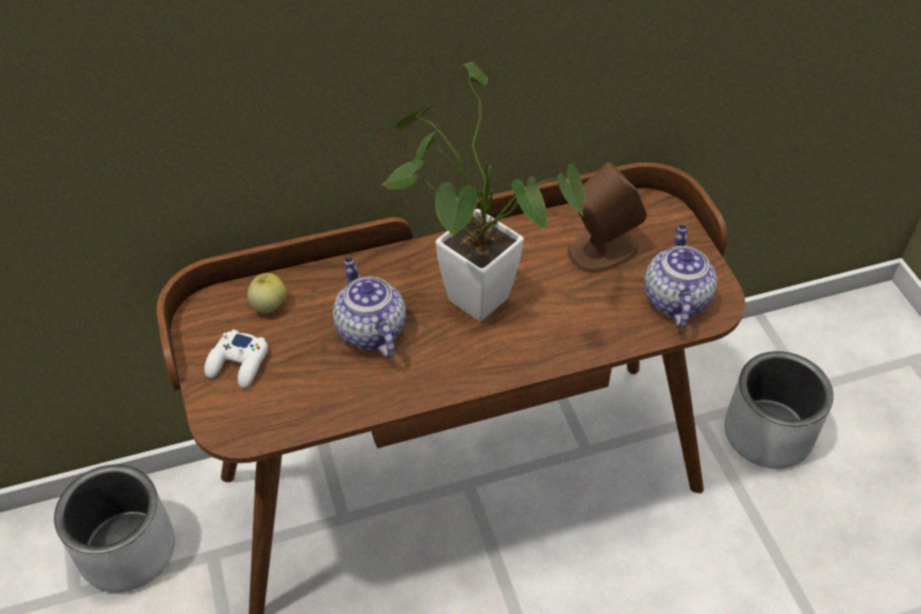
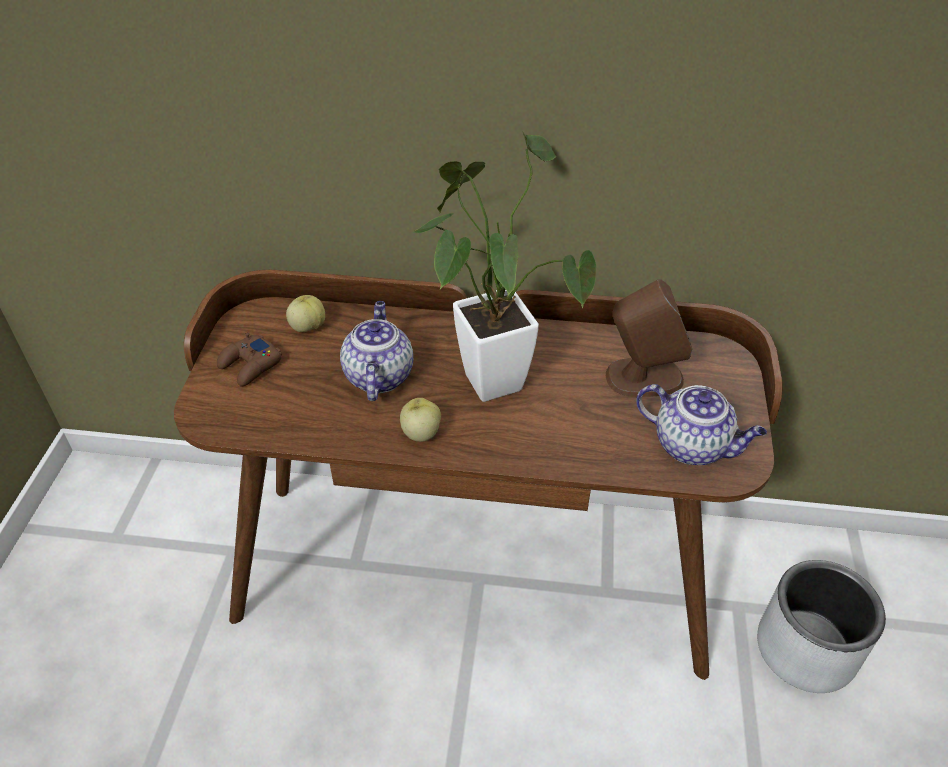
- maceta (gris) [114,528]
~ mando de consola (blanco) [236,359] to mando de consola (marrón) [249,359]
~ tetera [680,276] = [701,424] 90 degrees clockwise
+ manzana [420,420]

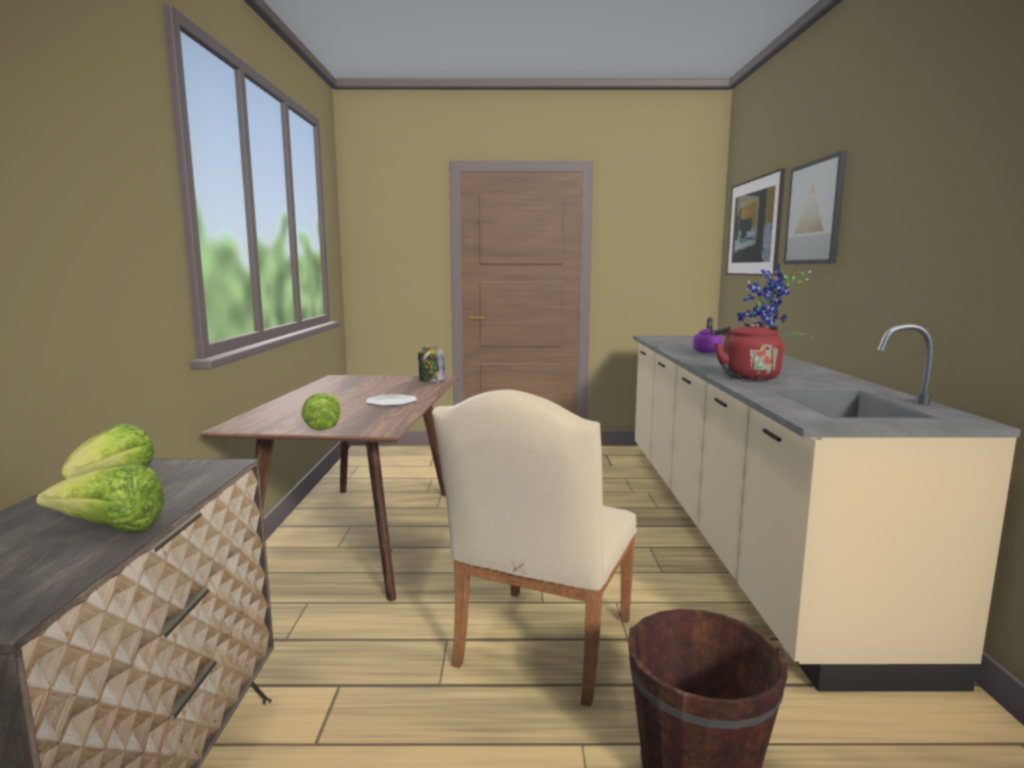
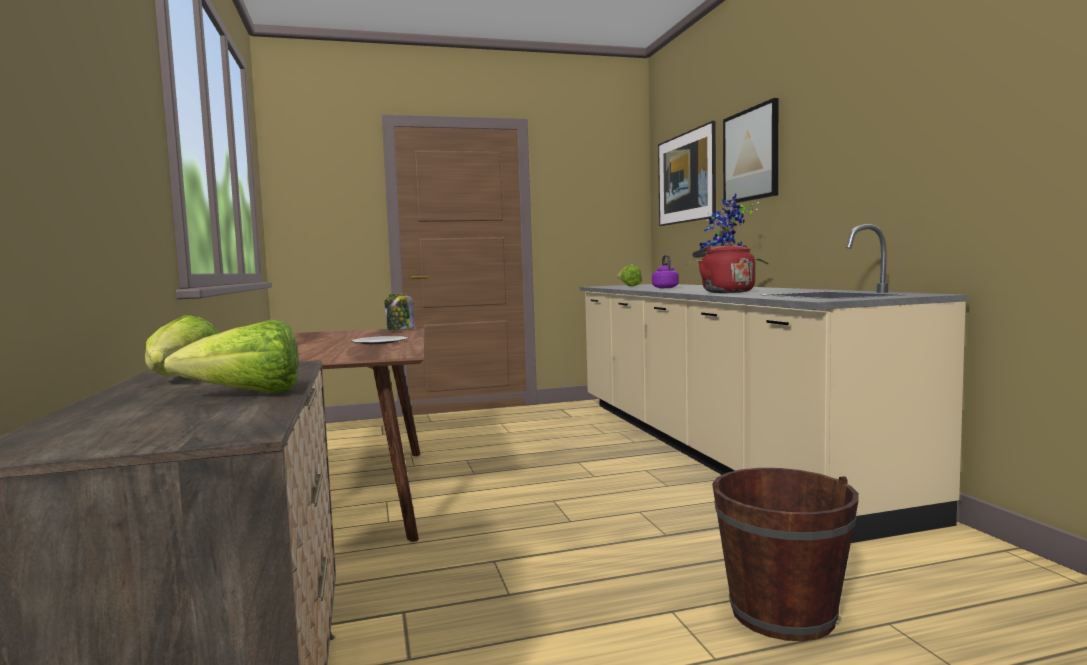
~ lechuga [321,411] to [629,275]
- silla (beis) [534,548]

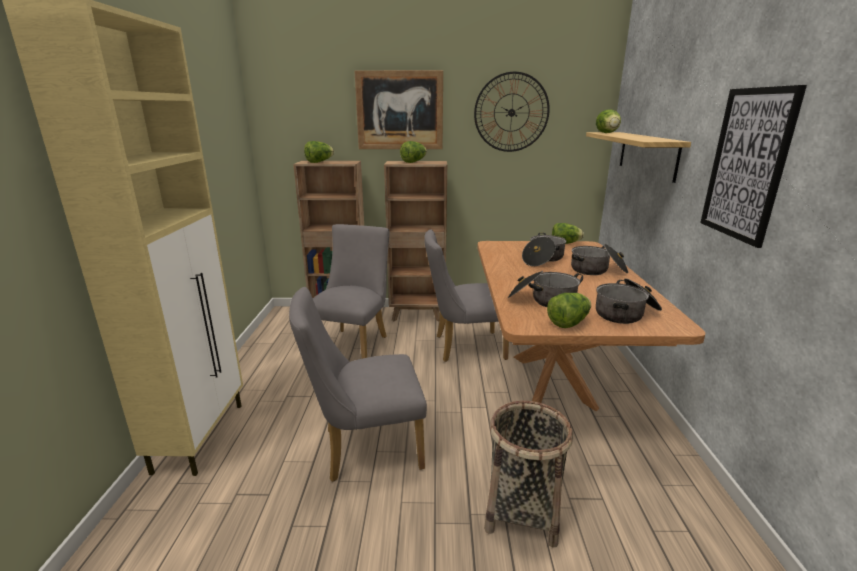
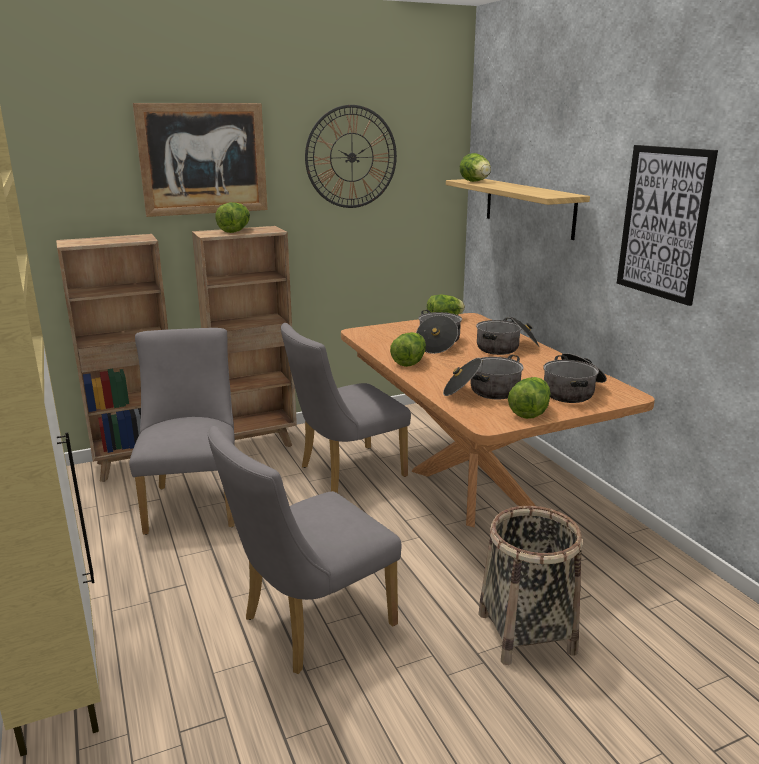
~ lechuga [319,152] to [408,349]

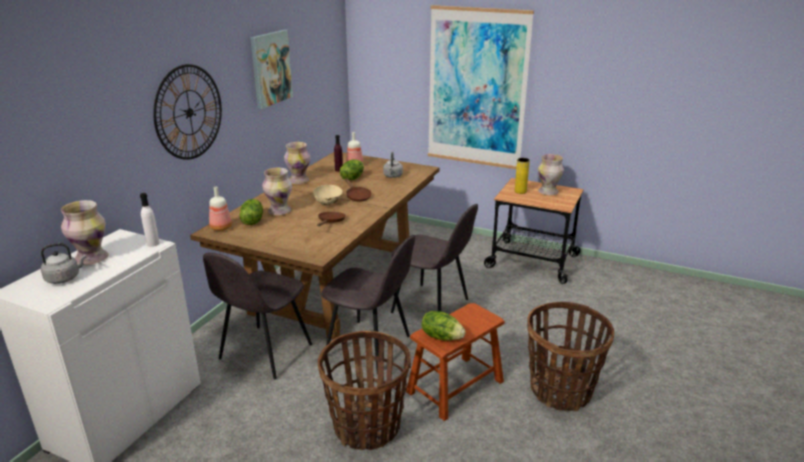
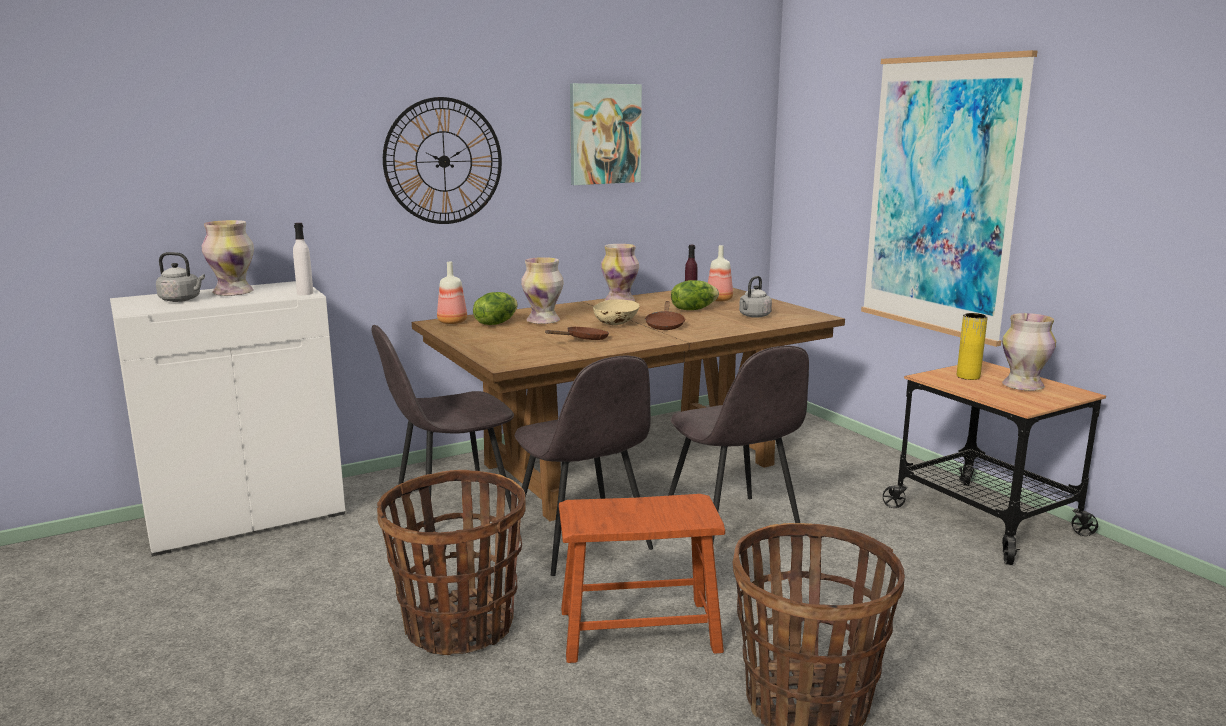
- lechuga [443,326]

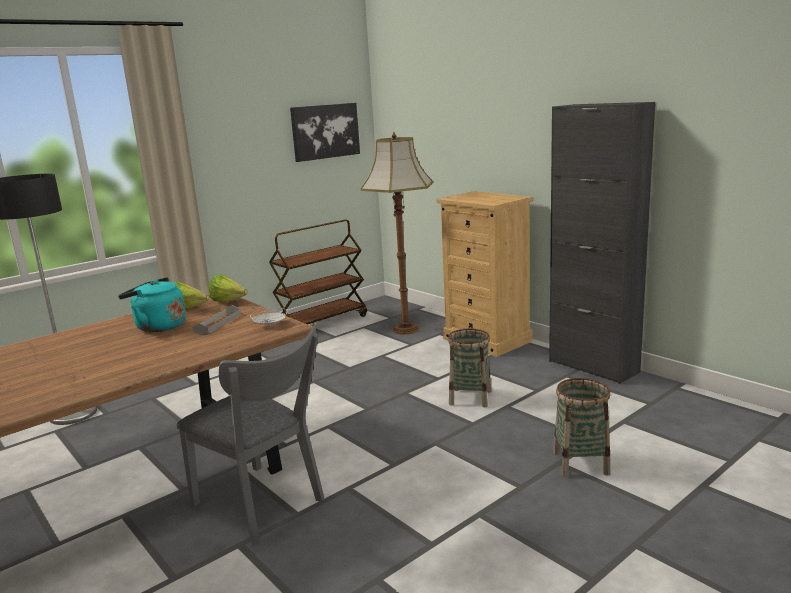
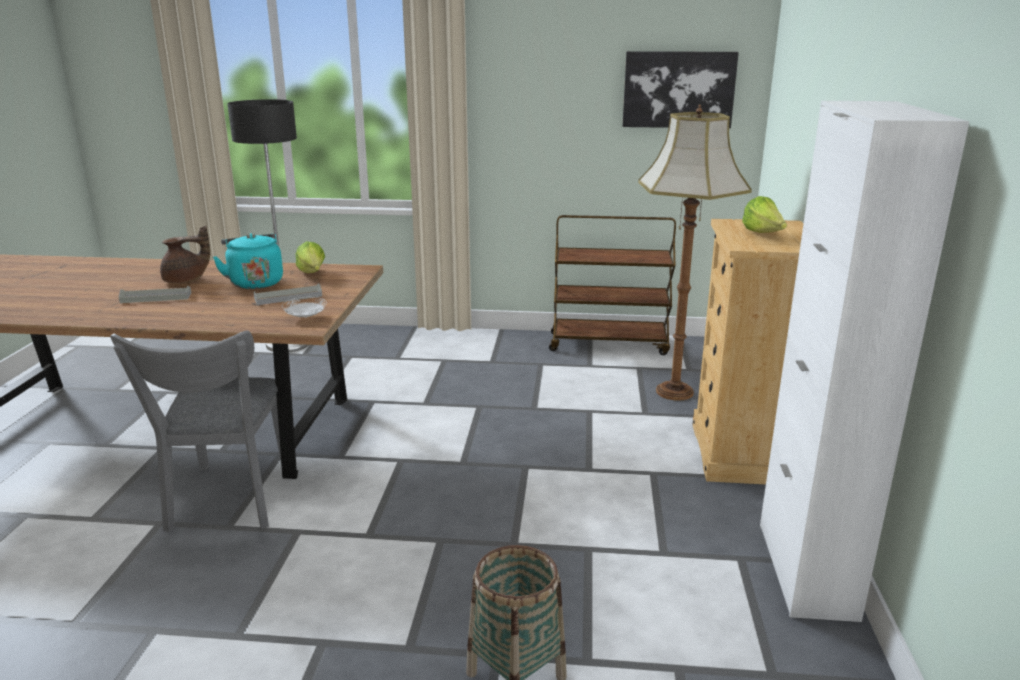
~ lechuga [228,288] to [764,214]
- cesta [469,367]
~ armario (negro) [602,243] to armario (blanco) [864,361]
+ bandeja (gris) [155,294]
+ tetera (marrón) [185,255]

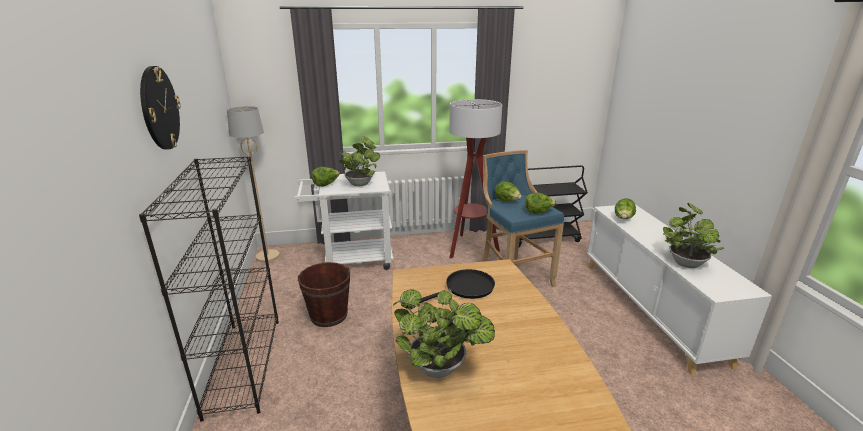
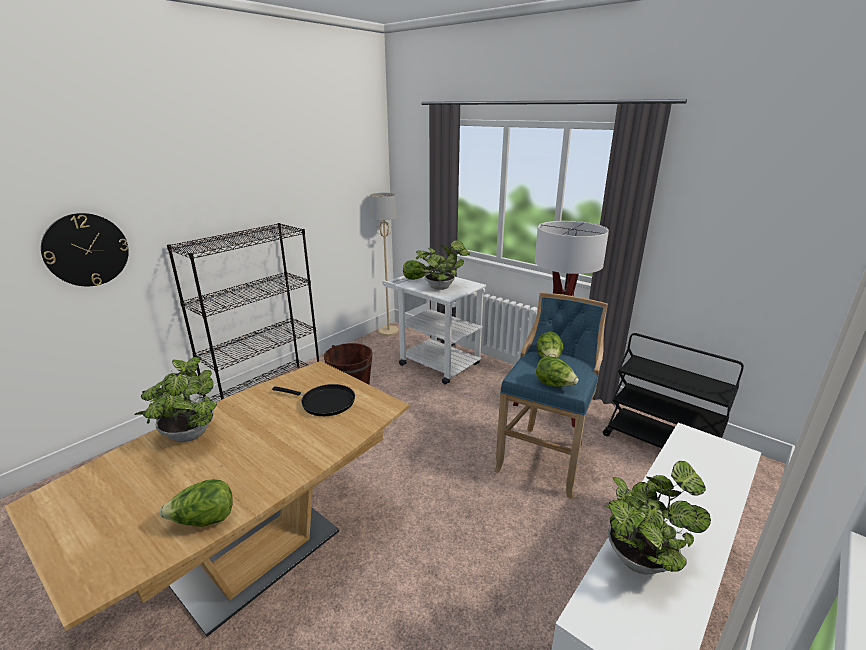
~ reloj de pared [160,108] to [85,249]
~ lechuga [625,208] to [196,503]

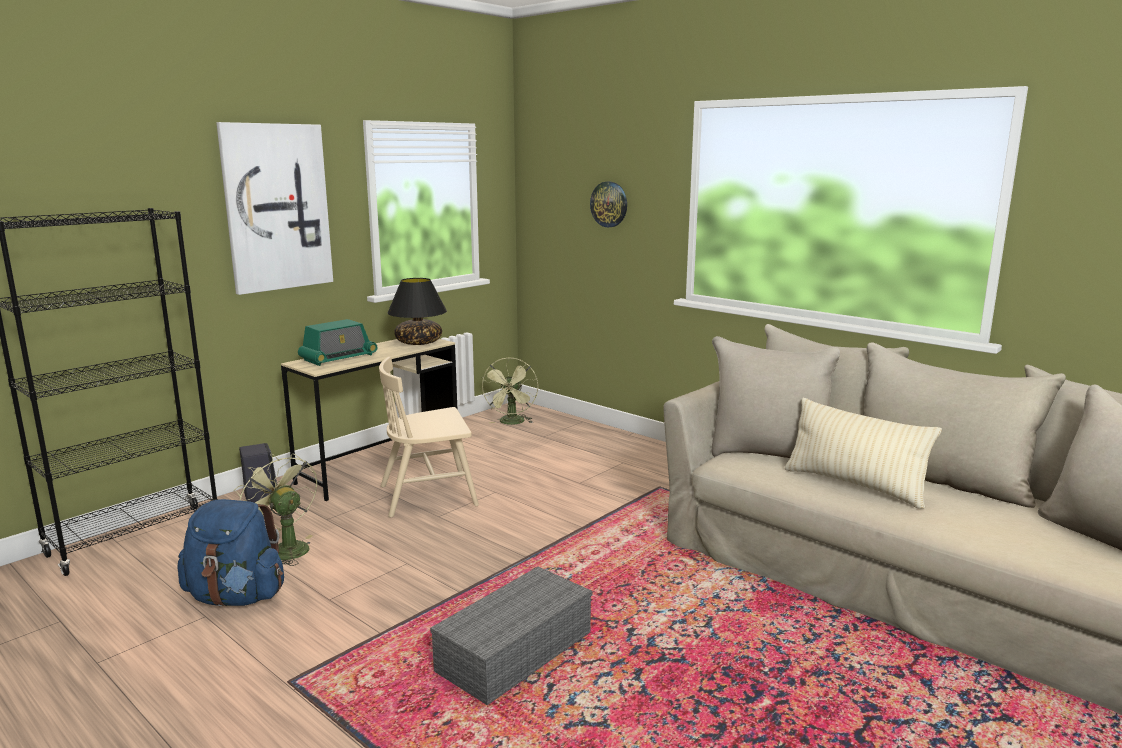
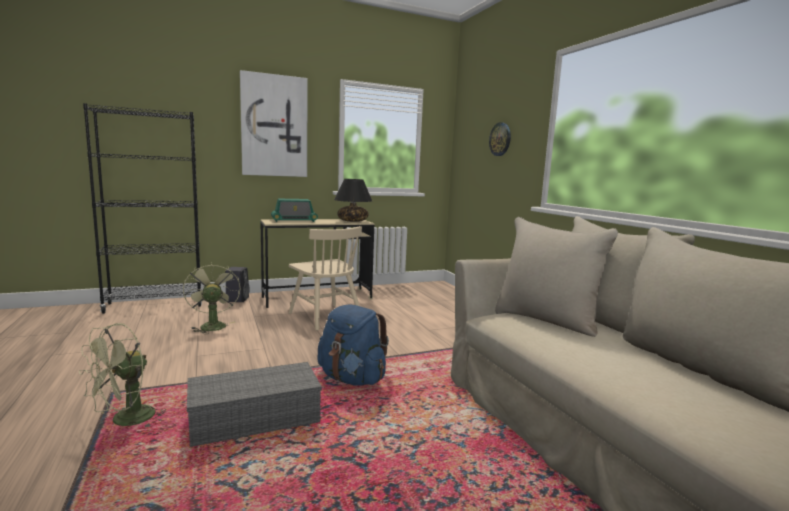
~ mochila (azul) [230,552] to [353,345]
~ silla (beis) [429,437] = [325,278] 135 degrees counterclockwise
~ ventilador (verde) [509,391] to [123,376]
- cojín (beis) [863,453]

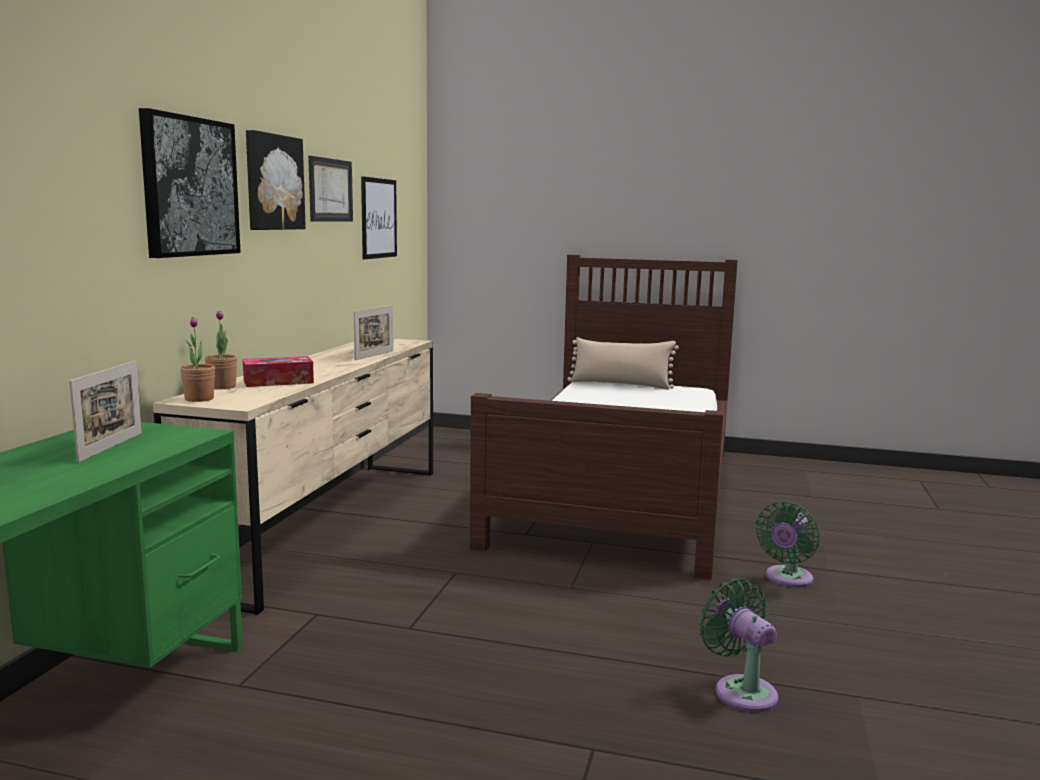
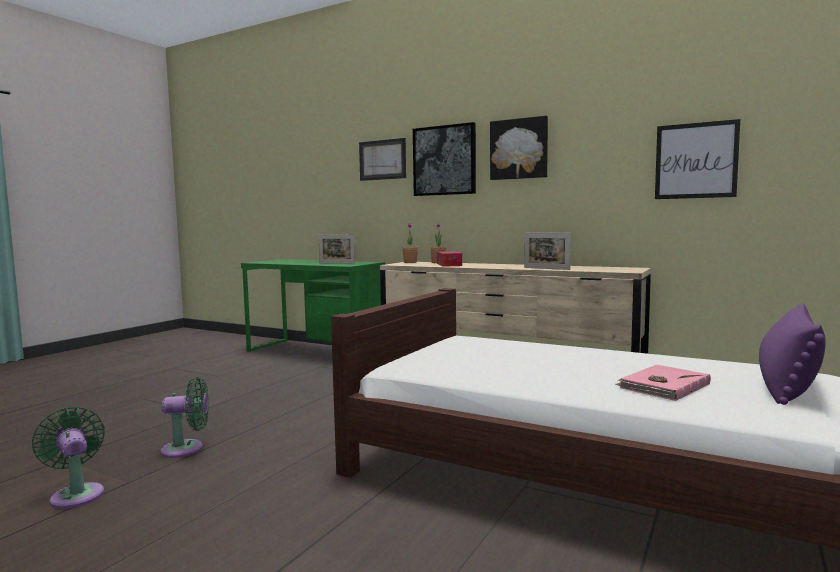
~ cuadro [330,188] to [382,159]
~ cojín (beis) [623,363] to cojín (morado) [792,354]
~ ventilador (verde) [788,544] to [68,458]
+ libro (rosa) [663,383]

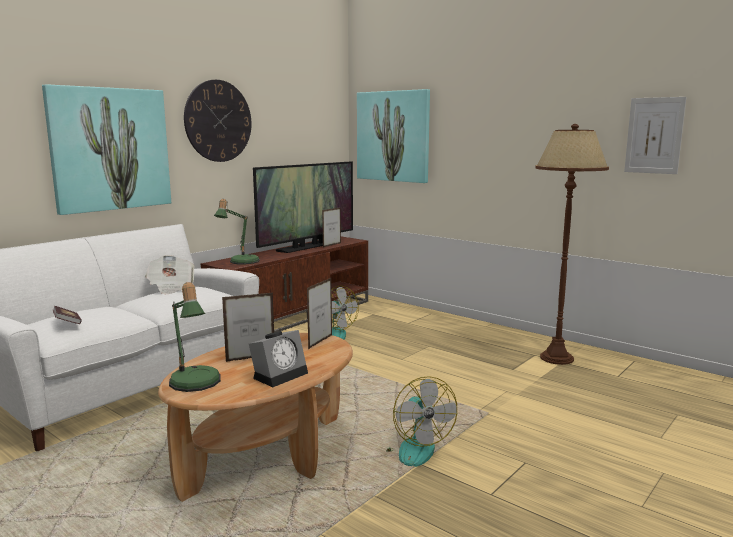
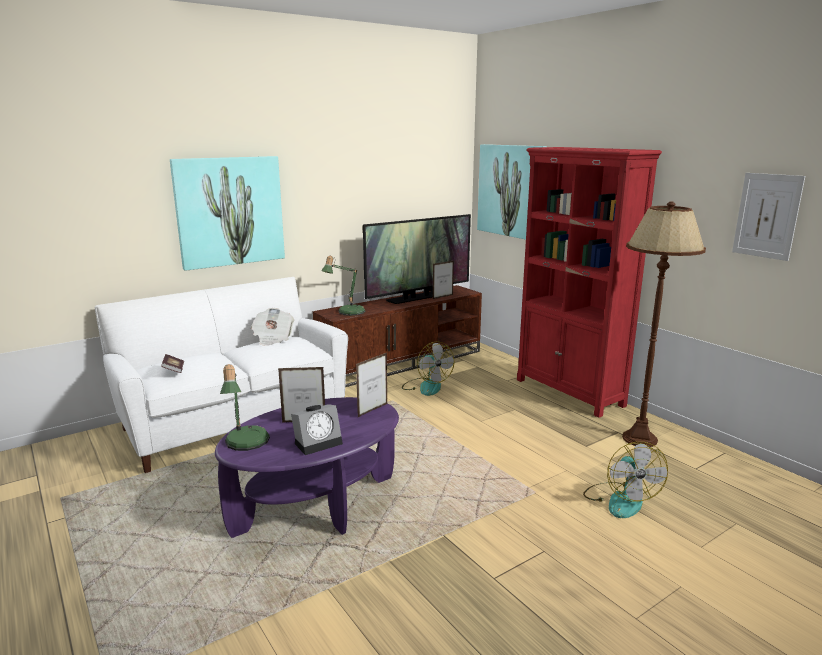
~ mesa de centro (marrón) [255,417] to mesa de centro (morado) [307,467]
- reloj de pared [217,121]
~ ventilador [421,421] to [625,480]
+ estantería (rojo) [589,282]

